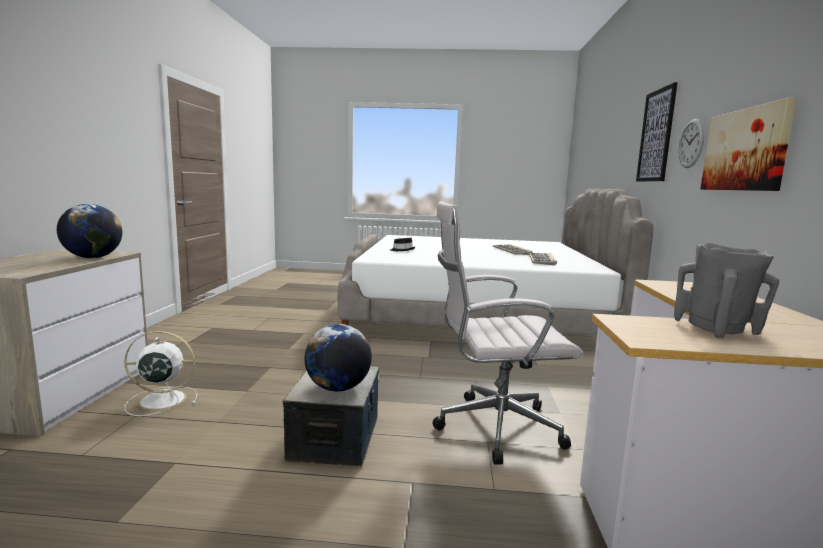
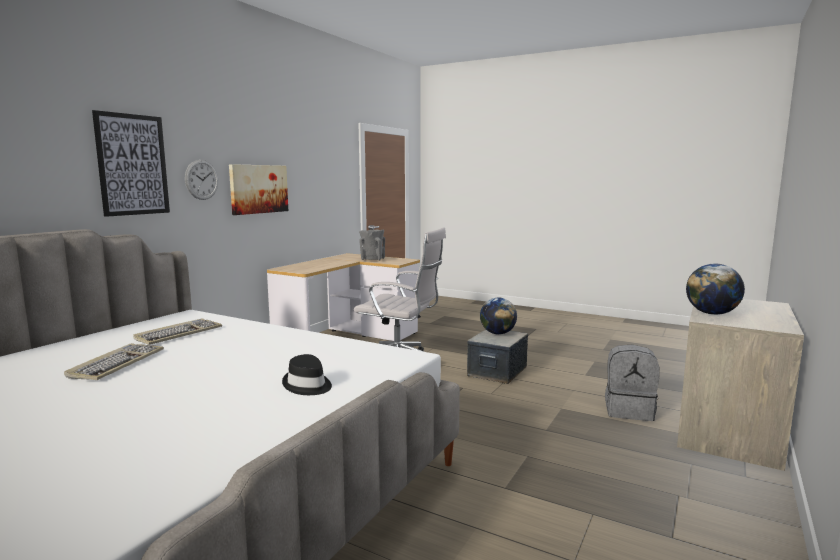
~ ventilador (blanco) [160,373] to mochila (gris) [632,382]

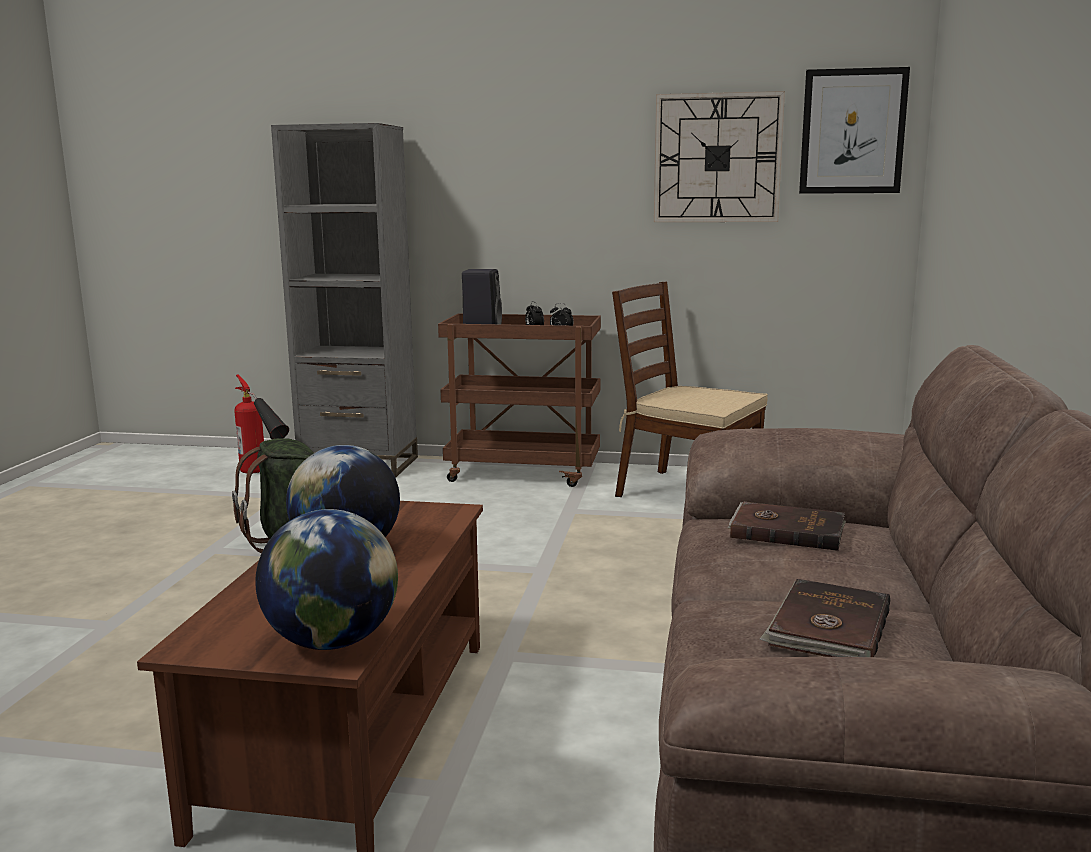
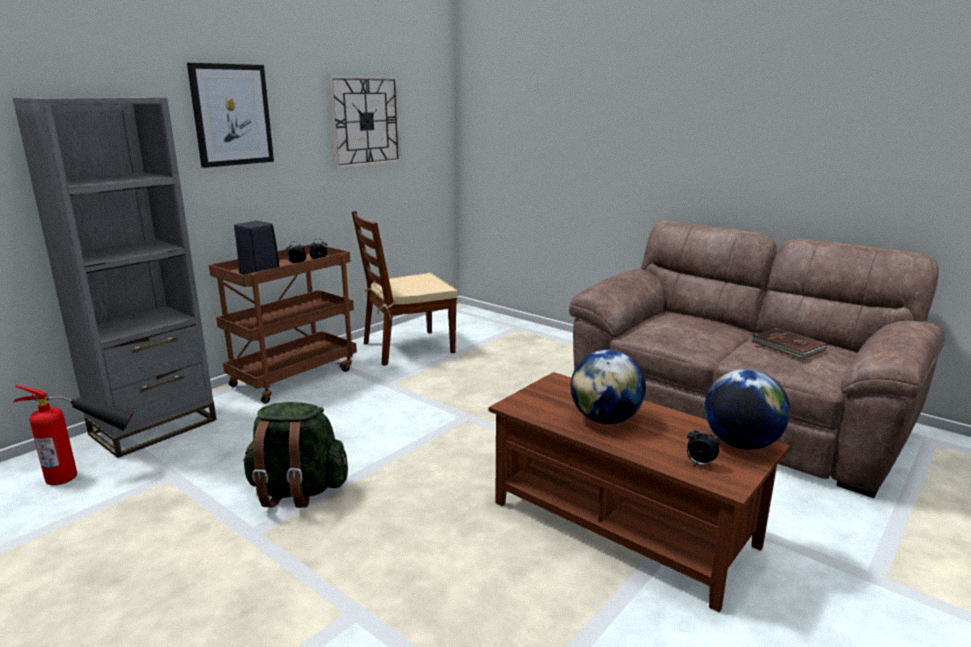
- libro (marrón) [787,526]
~ cuadro [854,130] to [230,115]
+ despertador [703,447]

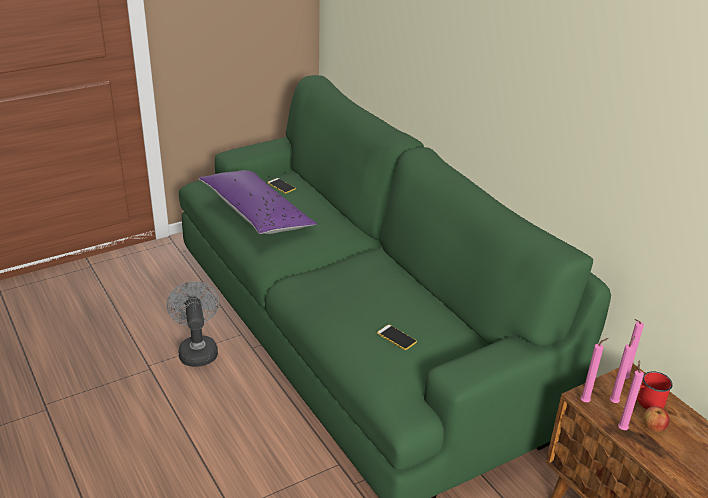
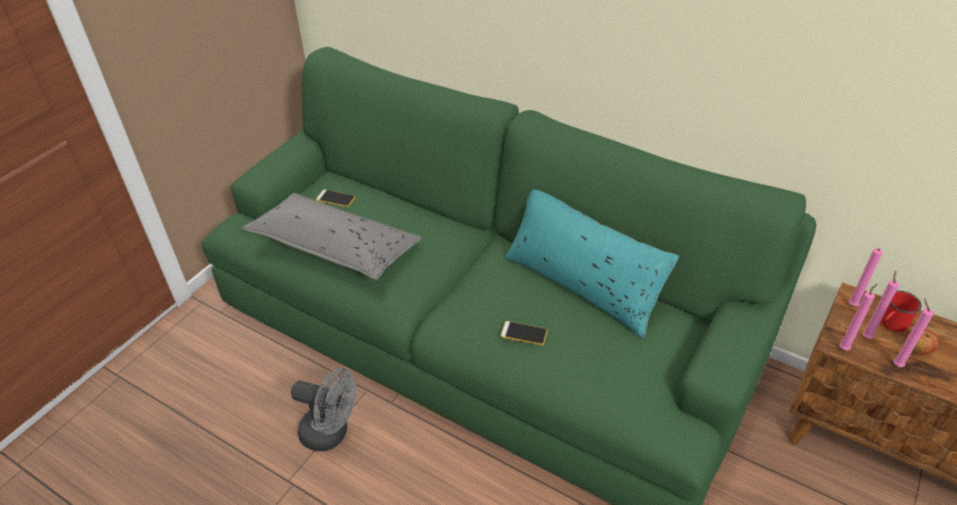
~ ventilador (gris) [193,324] = [323,409] 150 degrees clockwise
~ cojín (morado) [258,202] to cojín (gris) [331,236]
~ móvil [397,337] to [524,333]
+ cojín (turquesa) [592,264]

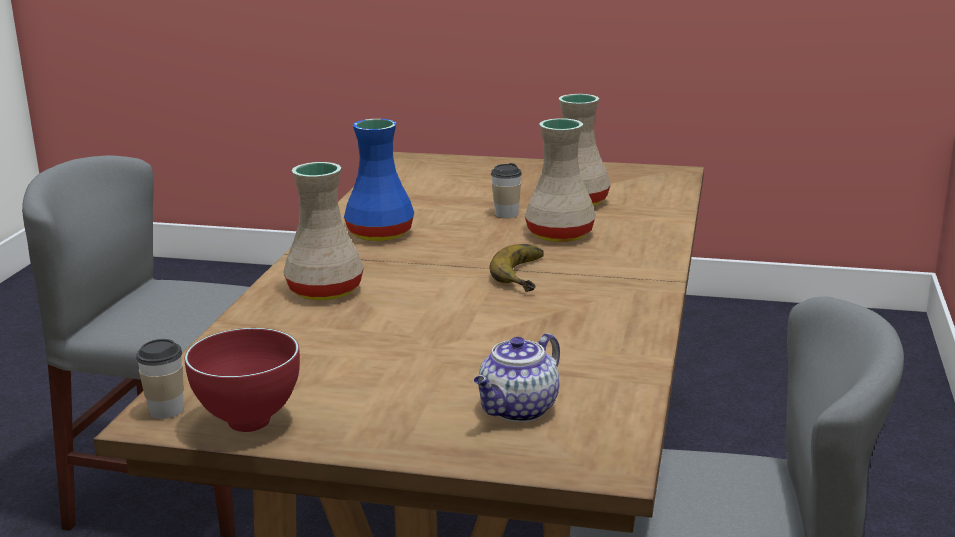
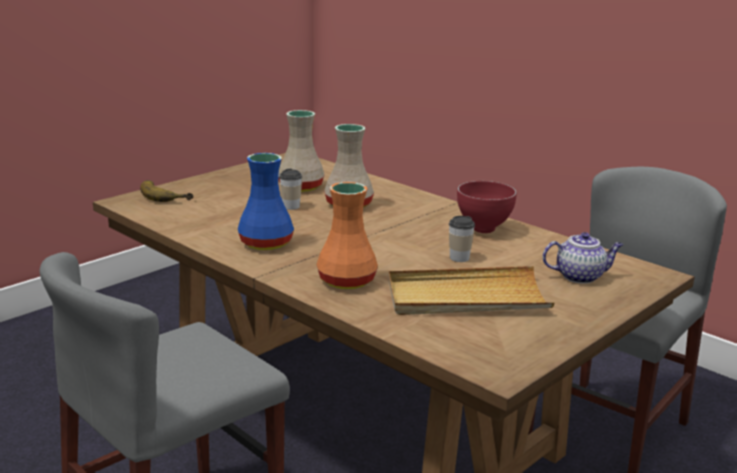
~ taza [160,379] to [462,239]
~ cuenco (rojo) [242,380] to [487,207]
~ florero (beis) [323,231] to florero (naranja) [347,235]
~ tetera [517,377] = [582,258] 75 degrees counterclockwise
~ plátano [516,268] to [167,191]
+ bandeja (beis) [472,290]

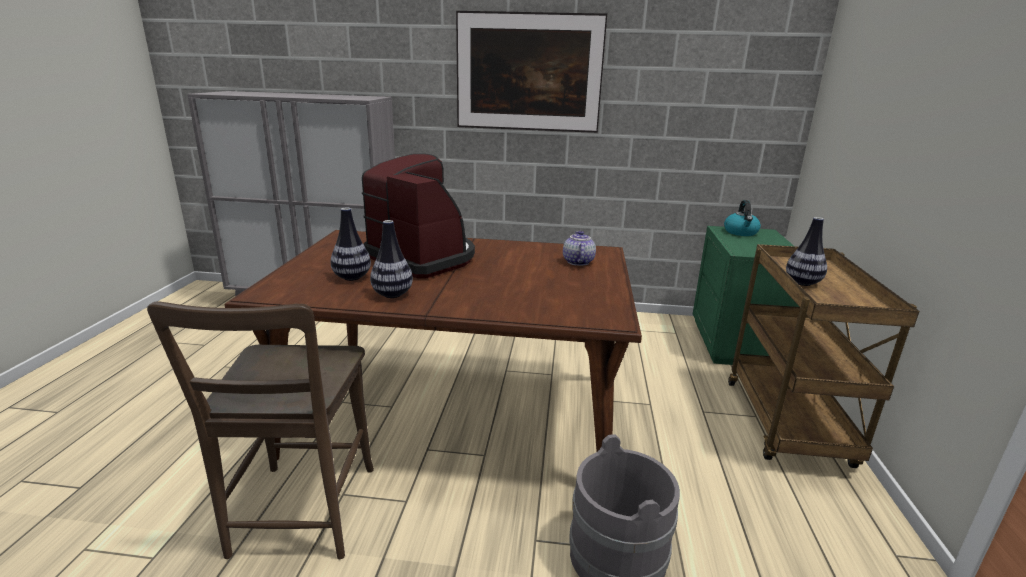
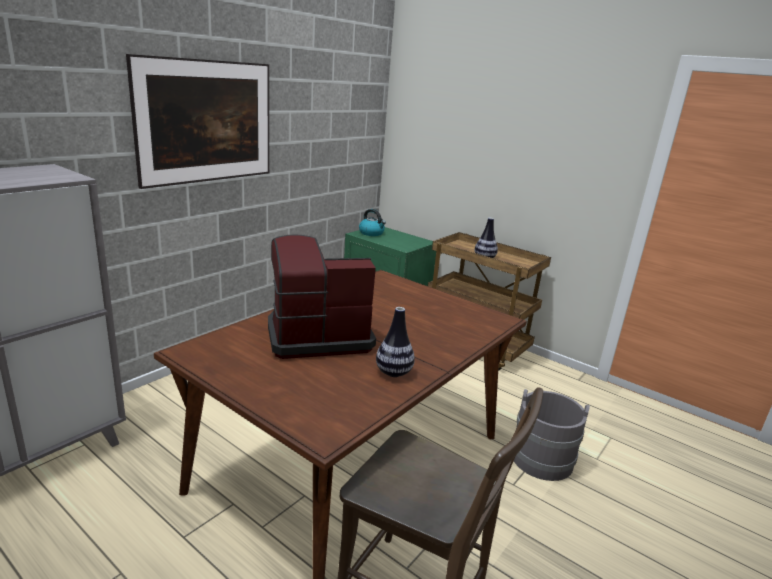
- florero [351,244]
- tetera [579,248]

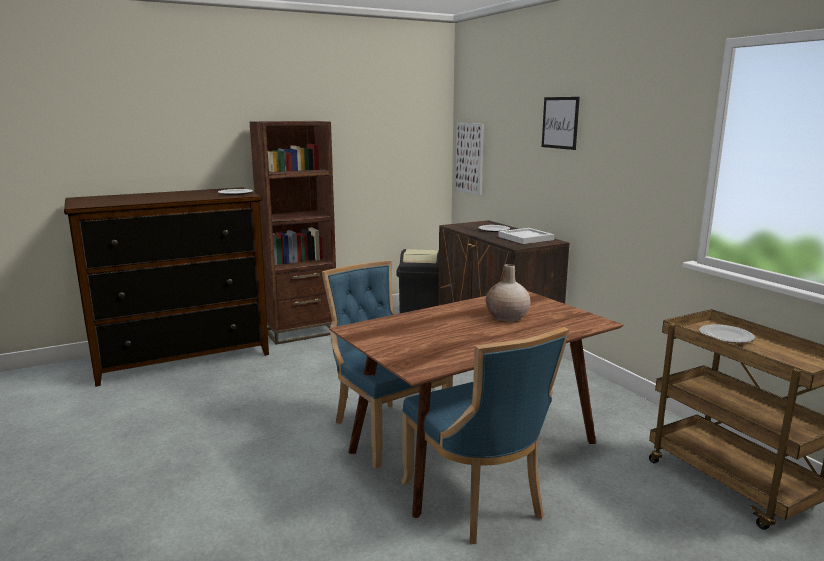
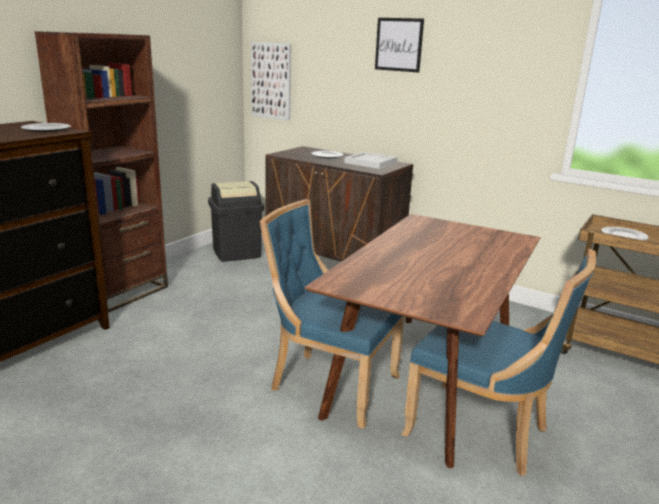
- florero (beis) [508,293]

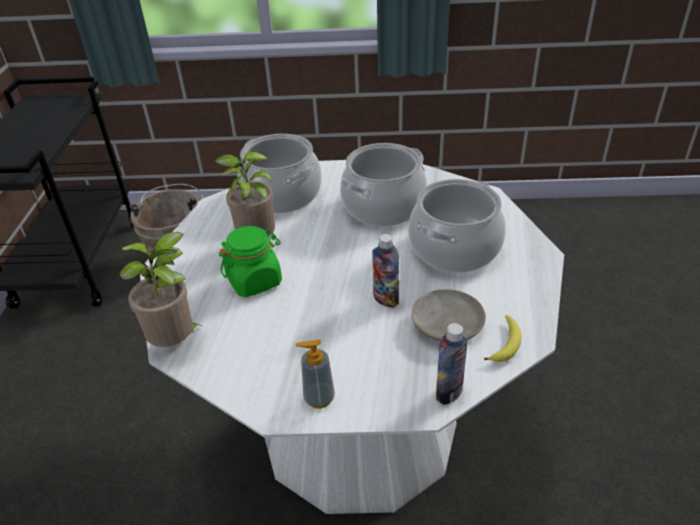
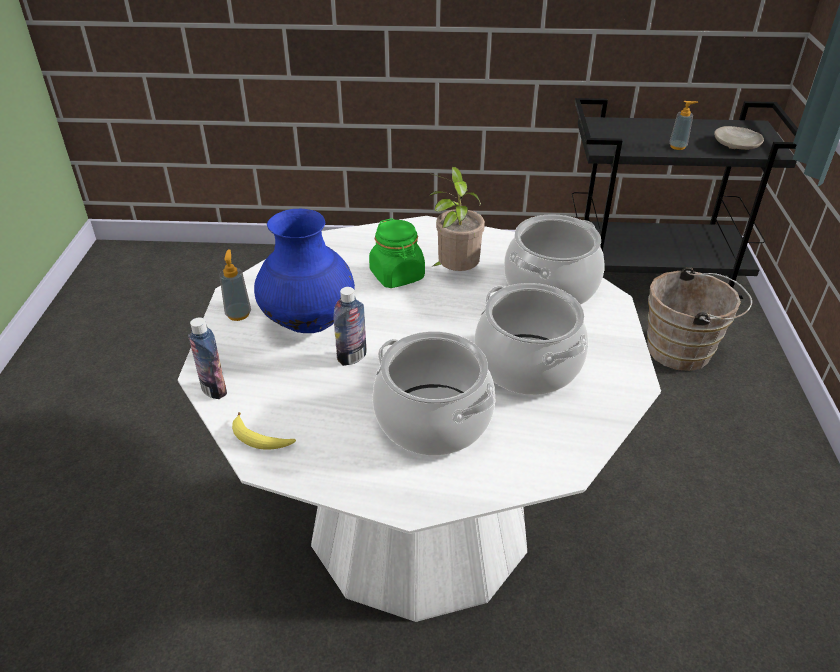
- planta en maceta [160,289]
~ plato (beis) [448,315] to [739,138]
+ florero (azul) [304,271]
+ dispensador de jabón [683,125]

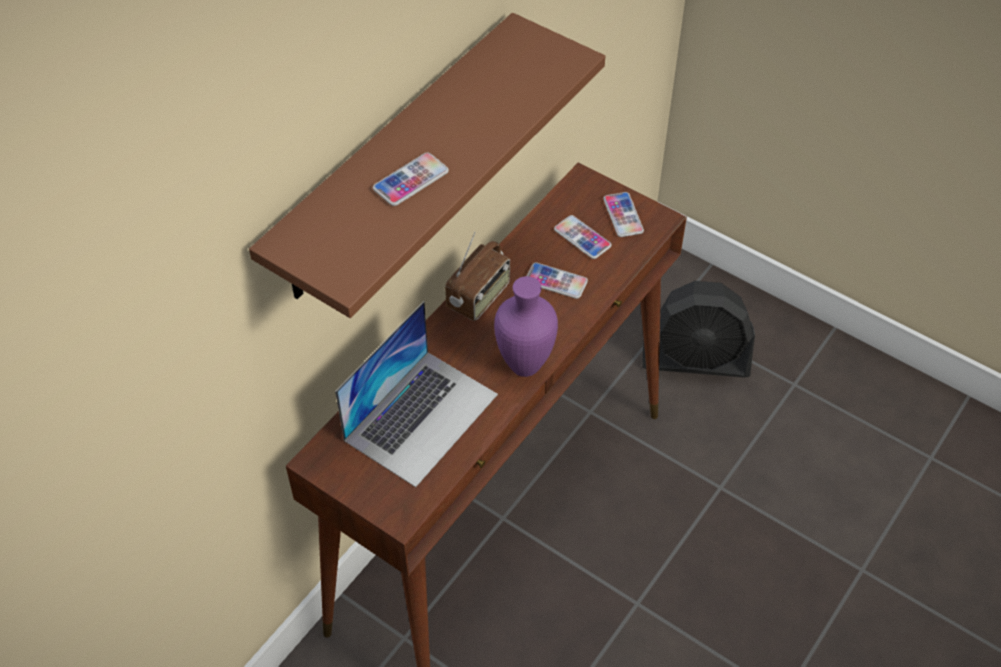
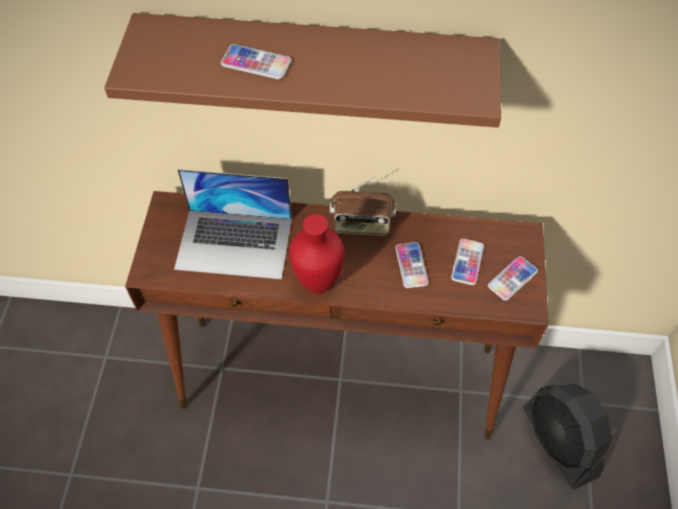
~ florero (morado) [526,326] to florero (rojo) [316,254]

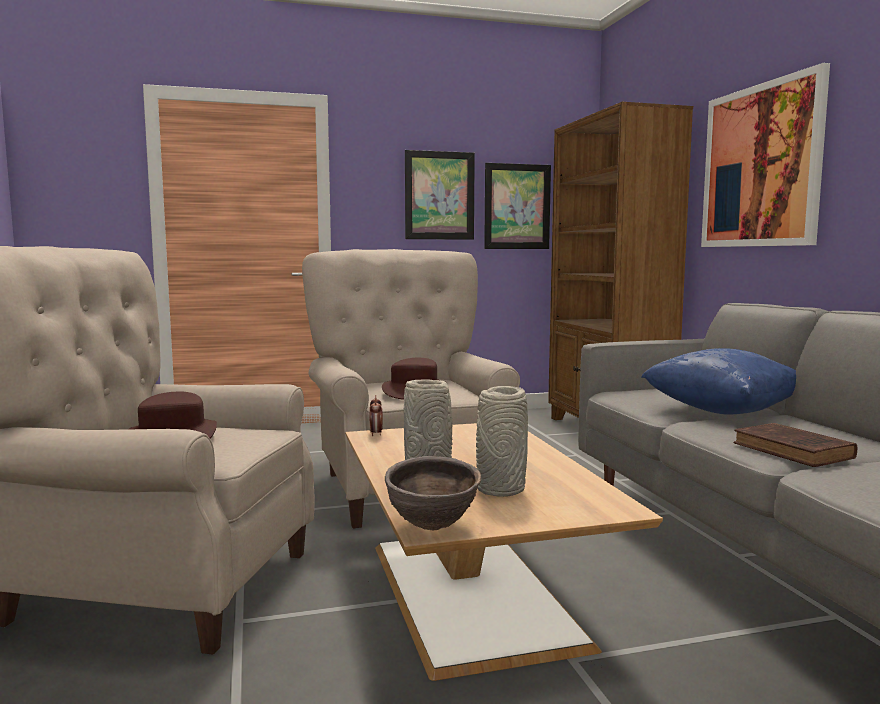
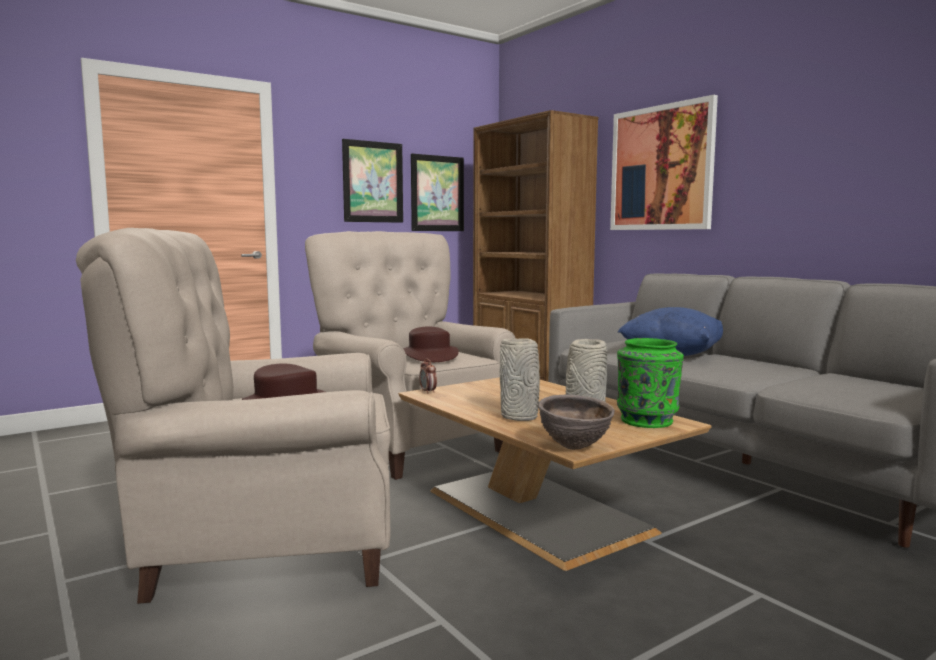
- libro (marrón) [795,445]
+ florero (verde) [650,383]

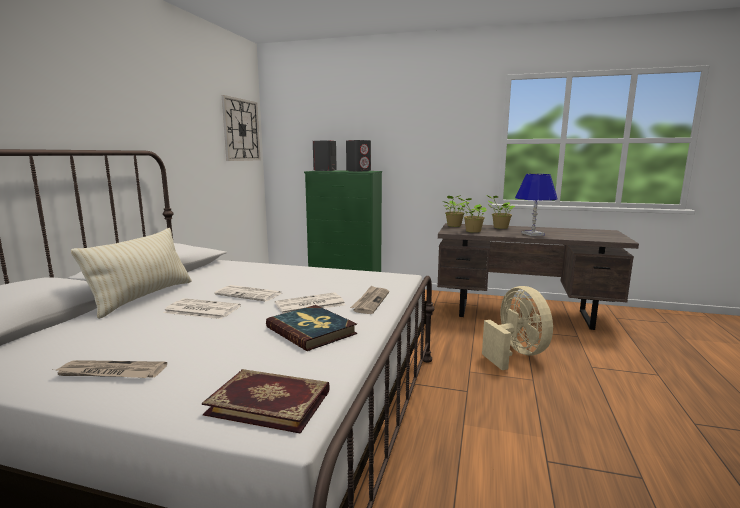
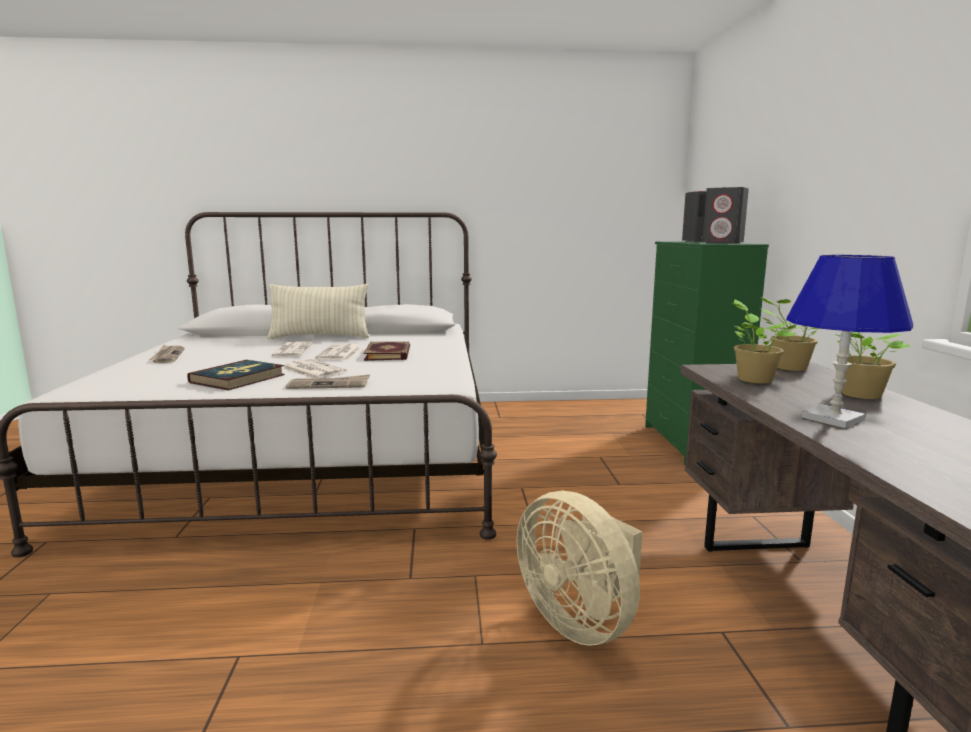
~ libro [266,401] to [387,351]
- reloj de pared [241,128]
~ ventilador (beis) [517,328] = [579,568] 90 degrees clockwise

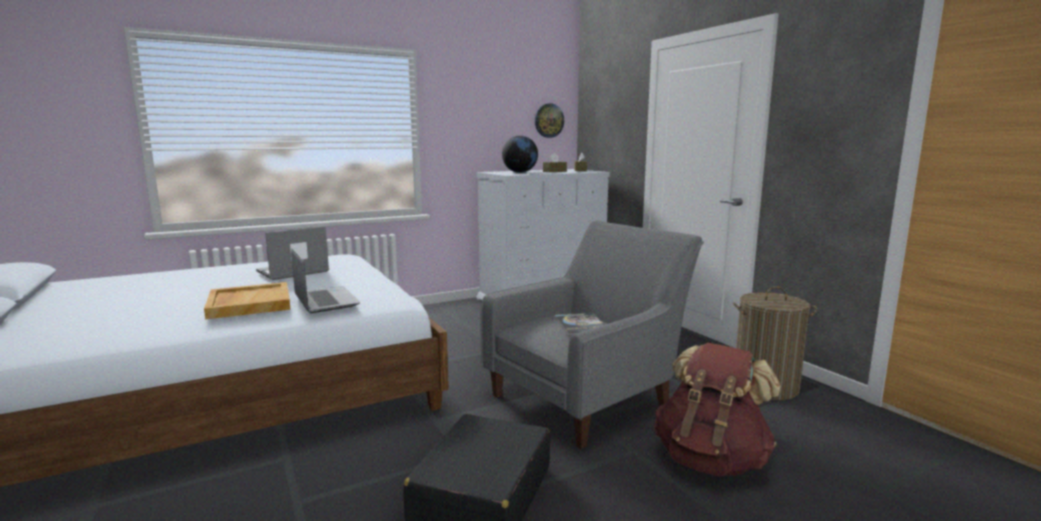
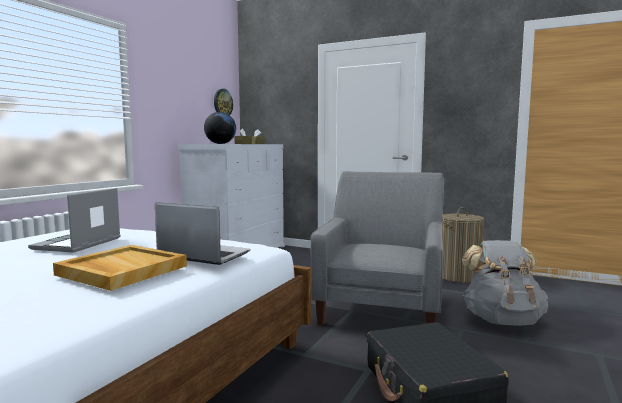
- libro [579,324]
~ mochila (marrón) [717,410] to mochila (gris) [505,283]

